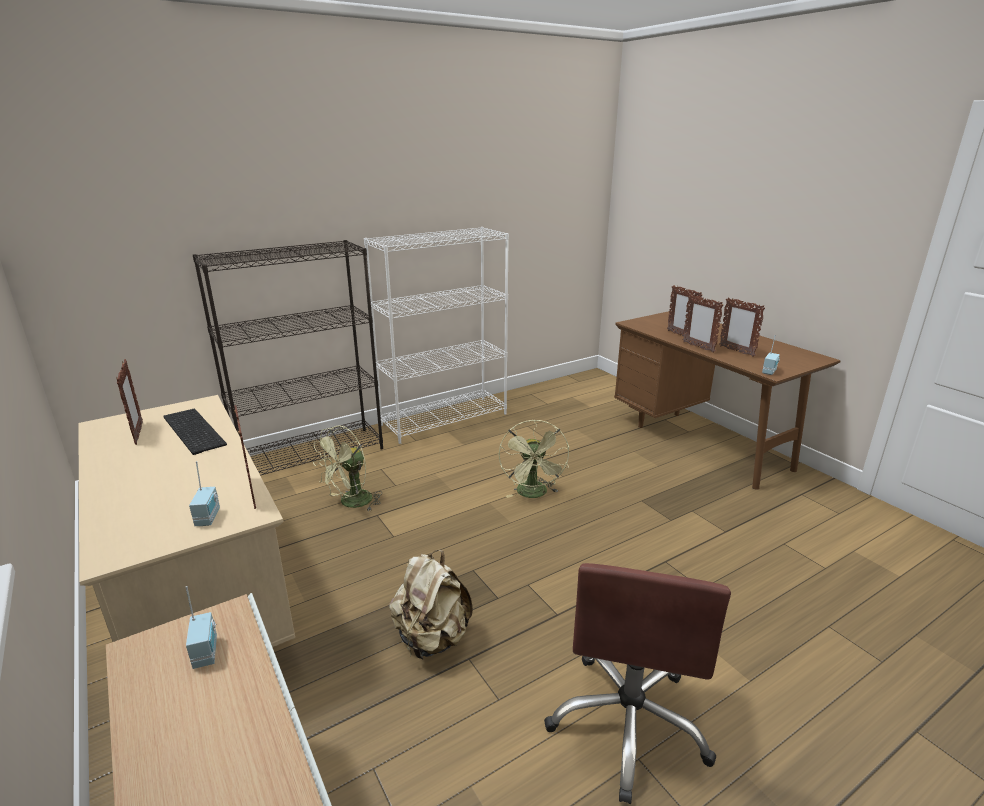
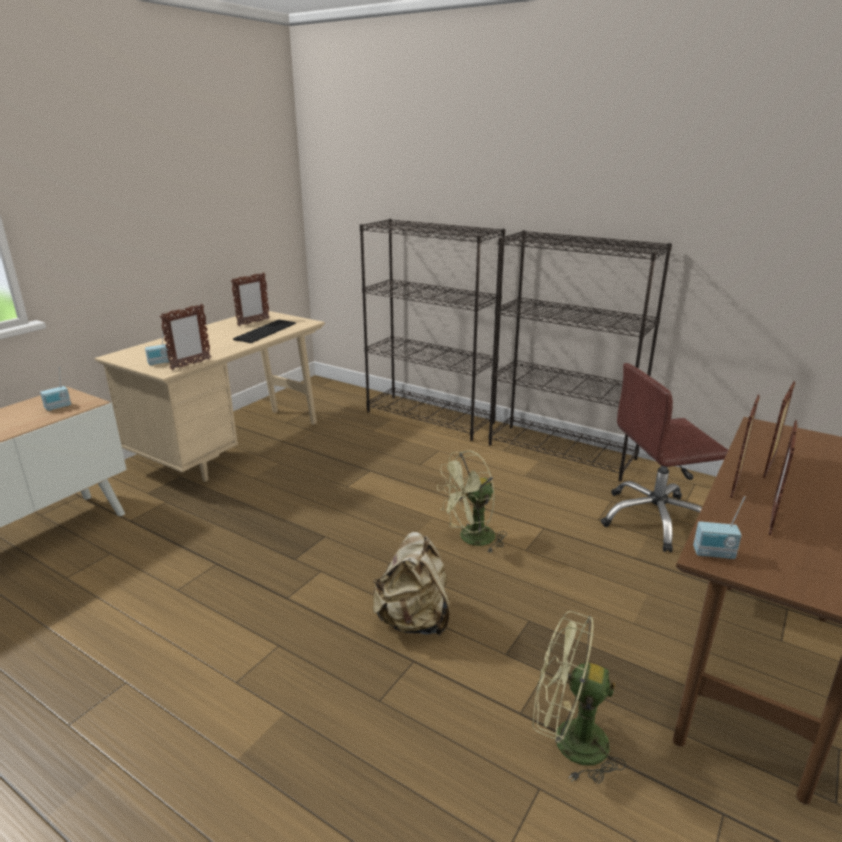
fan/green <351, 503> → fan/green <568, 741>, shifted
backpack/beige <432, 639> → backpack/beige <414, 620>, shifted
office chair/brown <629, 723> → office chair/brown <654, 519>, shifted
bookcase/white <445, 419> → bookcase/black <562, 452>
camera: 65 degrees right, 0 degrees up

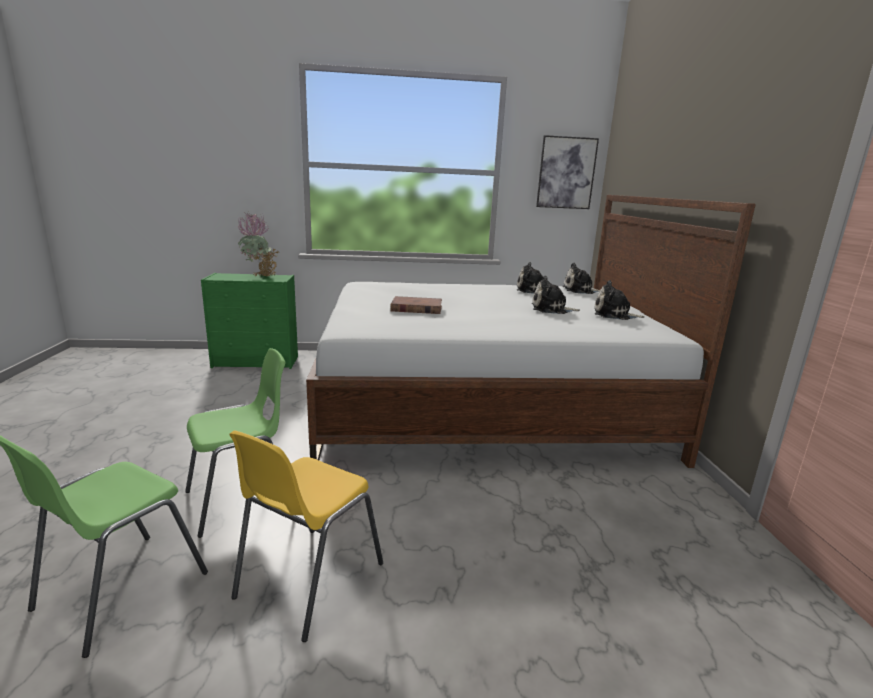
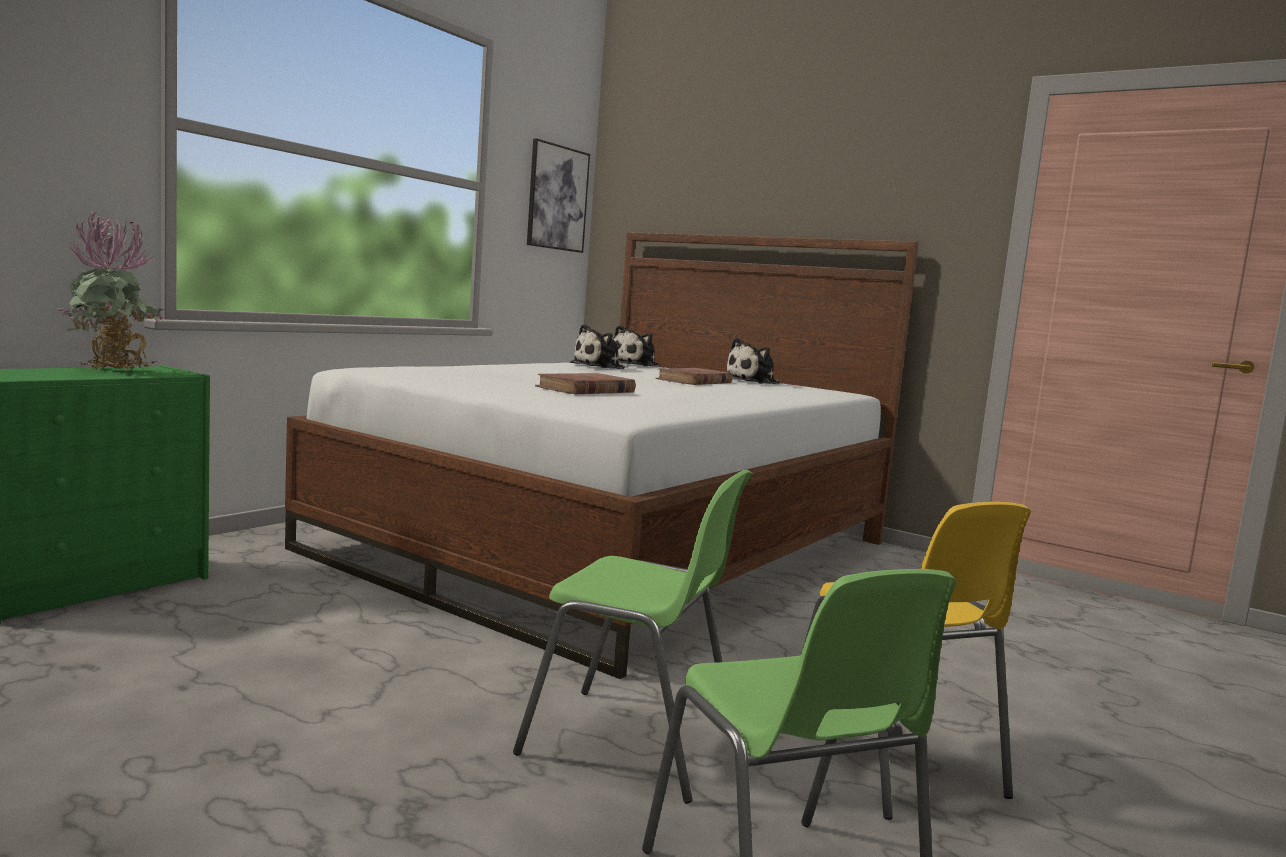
plush toy <551, 309> → book/brown <694, 381>
chair/green <243, 499> → chair/green <631, 744>, 105 degrees clockwise
camera: 50 degrees left, 10 degrees down

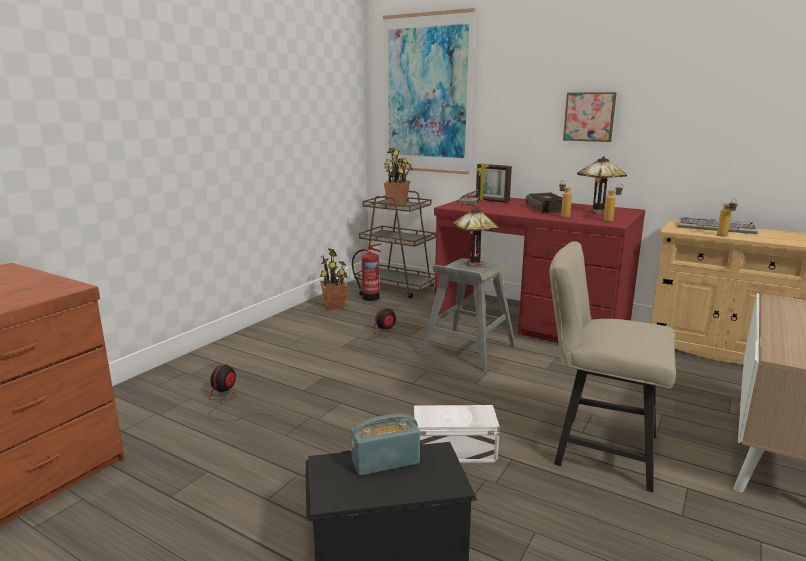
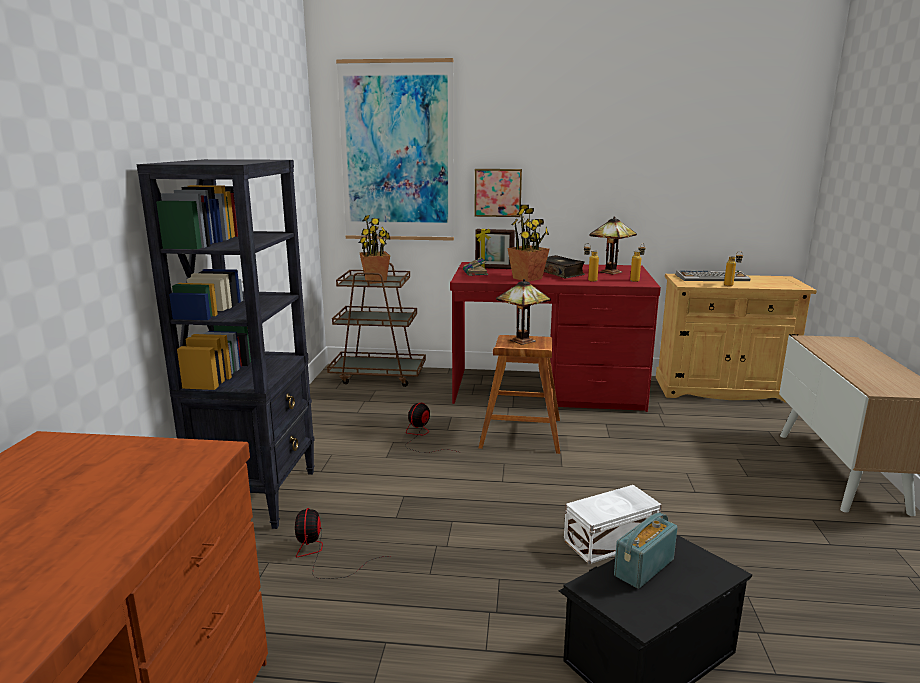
fire extinguisher <369, 297> → -
chair/beige <596, 449> → -
- → bookcase/black <258, 495>
potted plant <335, 306> → potted plant <527, 278>, shifted
picture <589, 116> → picture <498, 192>, shifted
stool/grey <467, 350> → stool/brown <520, 433>
camera: 25 degrees left, 0 degrees up

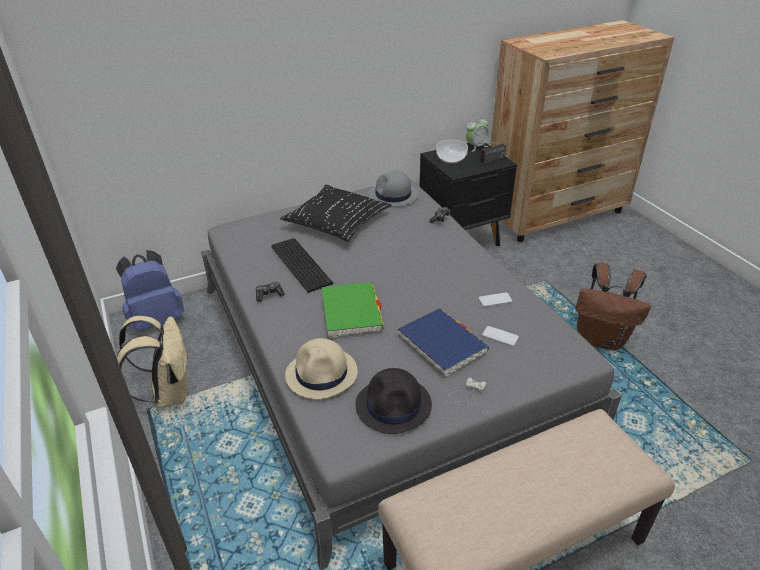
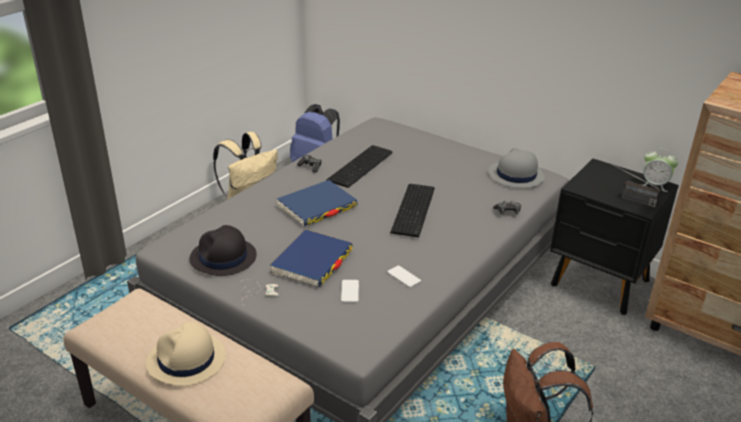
pillow/black <337, 221> → -
bowl <450, 158> → -
- → keyboard <415, 209>
hat/beige <322, 374> → hat/beige <186, 360>, shifted
book/green <351, 312> → book/blue <317, 206>
camera: 60 degrees right, 5 degrees down

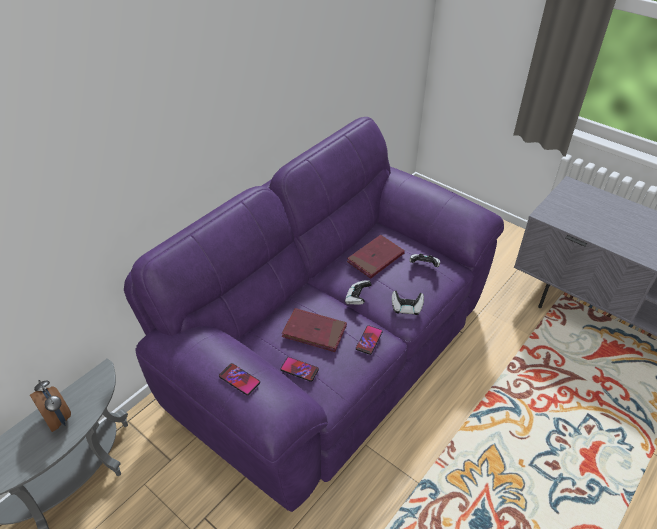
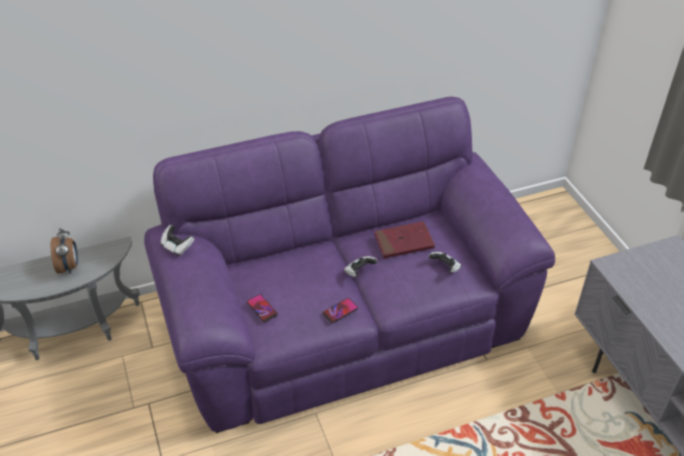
phone <239, 379> → -
book/red <314, 332> → -
game controller <406, 308> → game controller <177, 246>, shifted
camera: 30 degrees right, 0 degrees up

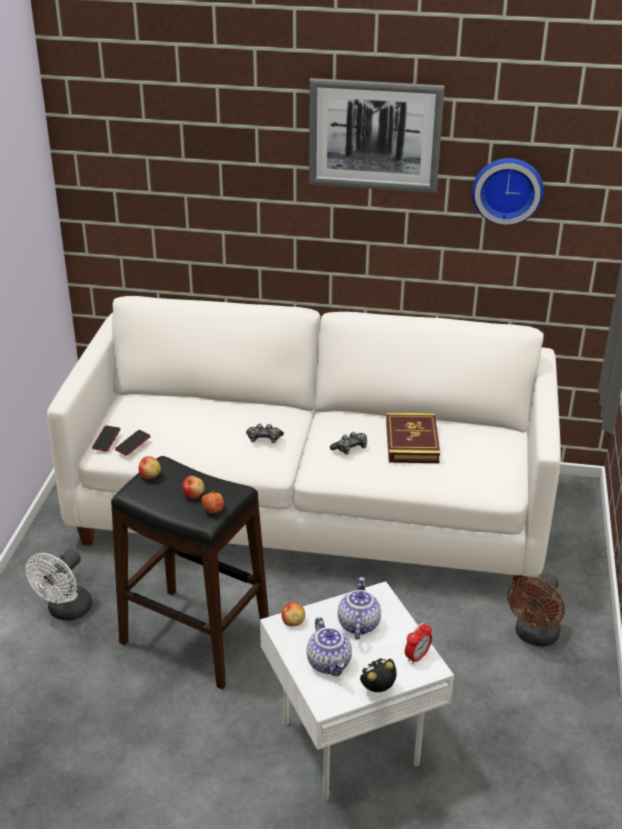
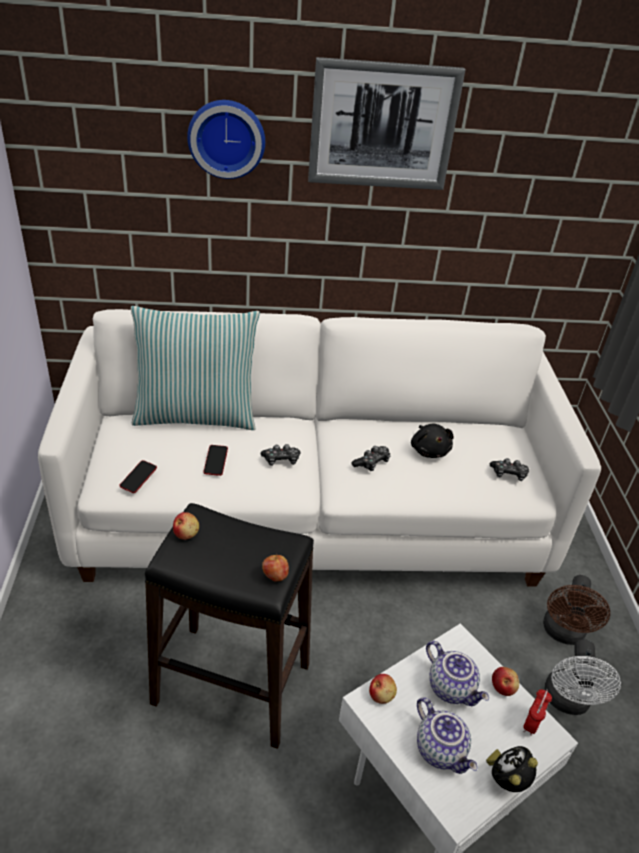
- → pillow <196, 415>
- → game controller <508, 474>
fan/white <66, 611> → fan/white <567, 702>, shifted
phone <106, 440> → phone <216, 462>, shifted
apple <193, 494> → apple <503, 687>, shifted
wall clock <507, 189> → wall clock <226, 138>, shifted
book <412, 442> → plush toy/black <429, 450>
teapot <357, 624> → teapot <452, 687>, 150 degrees clockwise
camera: 15 degrees left, 5 degrees up

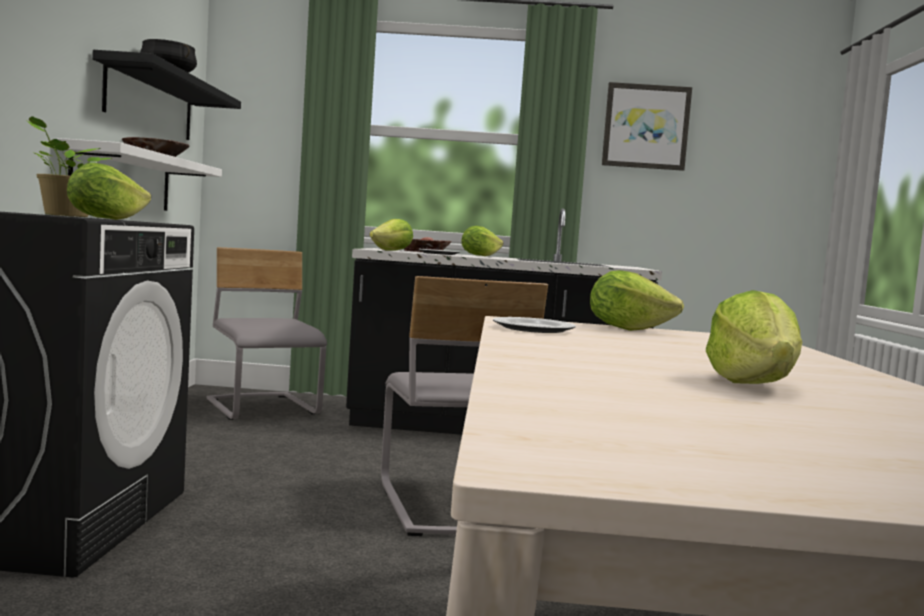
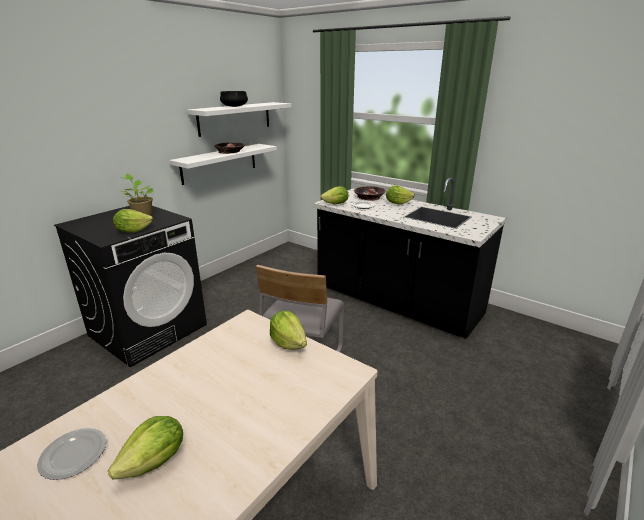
chair/grey <263, 408> → -
picture <646, 127> → -
plate <534, 329> → plate <73, 456>, shifted
shelf/black <150, 102> → shelf/white <235, 118>
camera: 35 degrees right, 20 degrees up

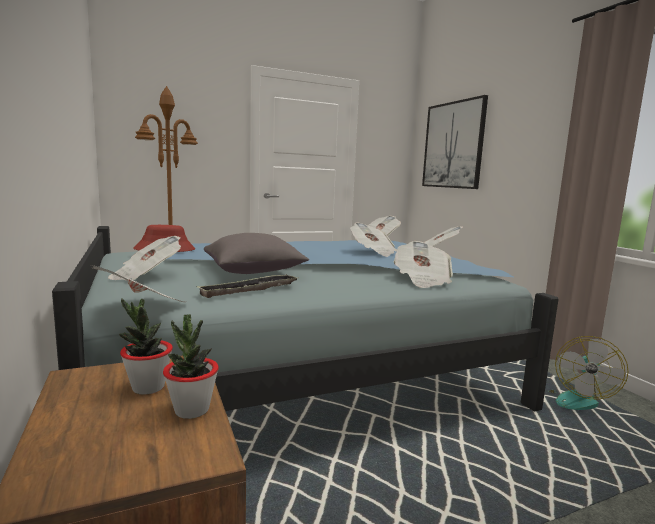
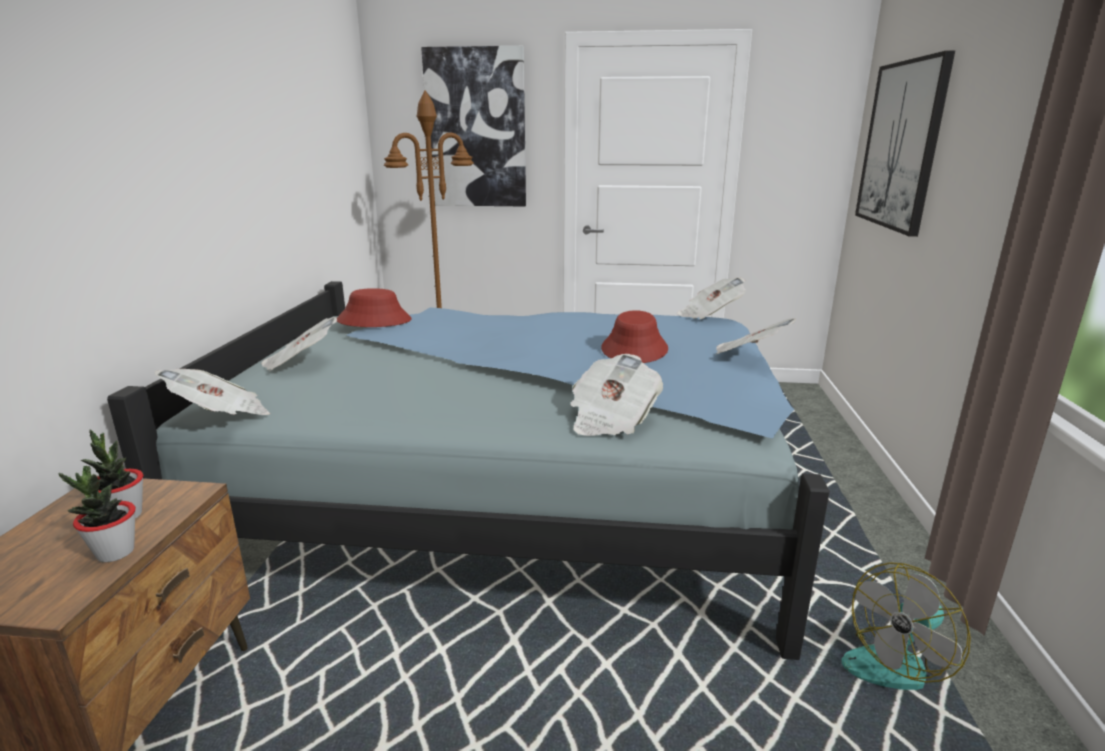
tray <249, 290> → -
pillow/grey <253, 272> → -
- → picture <476, 129>
newspaper <373, 252> → hat/red <634, 349>
camera: 30 degrees right, 10 degrees up

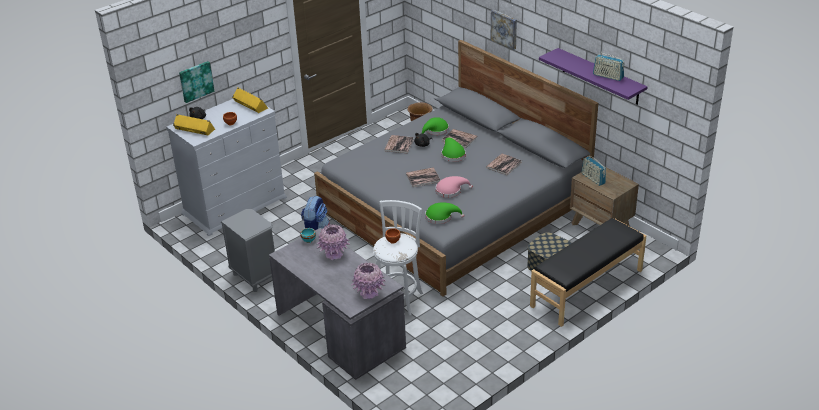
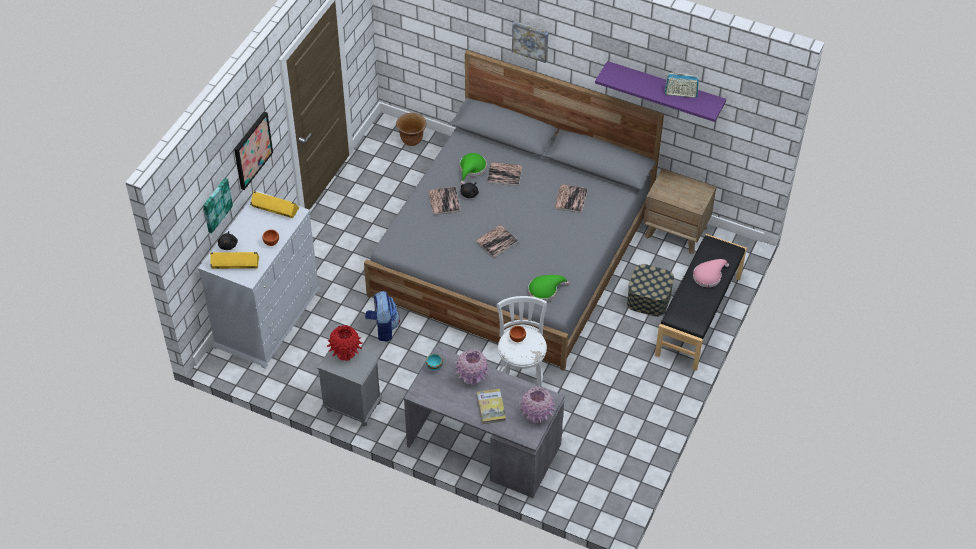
hat/green <452, 154> → -
radio <593, 179> → -
- → picture <252, 150>
- → vase/red <345, 353>
- → book <491, 407>
hat/pink <450, 190> → hat/pink <709, 276>, shifted
camera: 25 degrees left, 15 degrees up

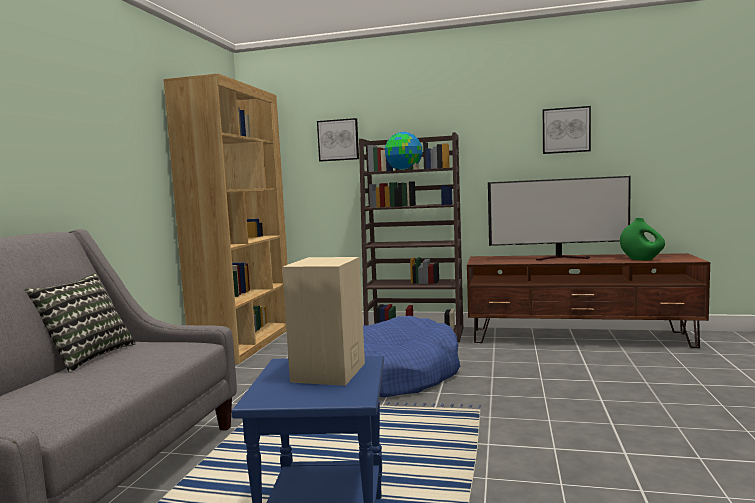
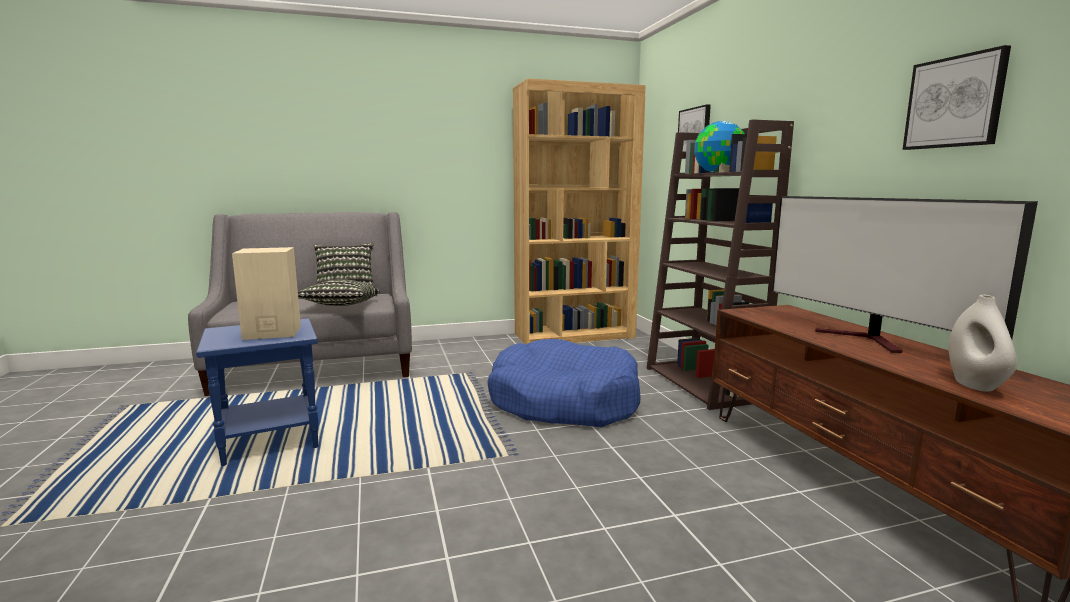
- → pillow <340, 306>
vase/green <641, 259> → vase/white <975, 385>
camera: 60 degrees right, 5 degrees up

